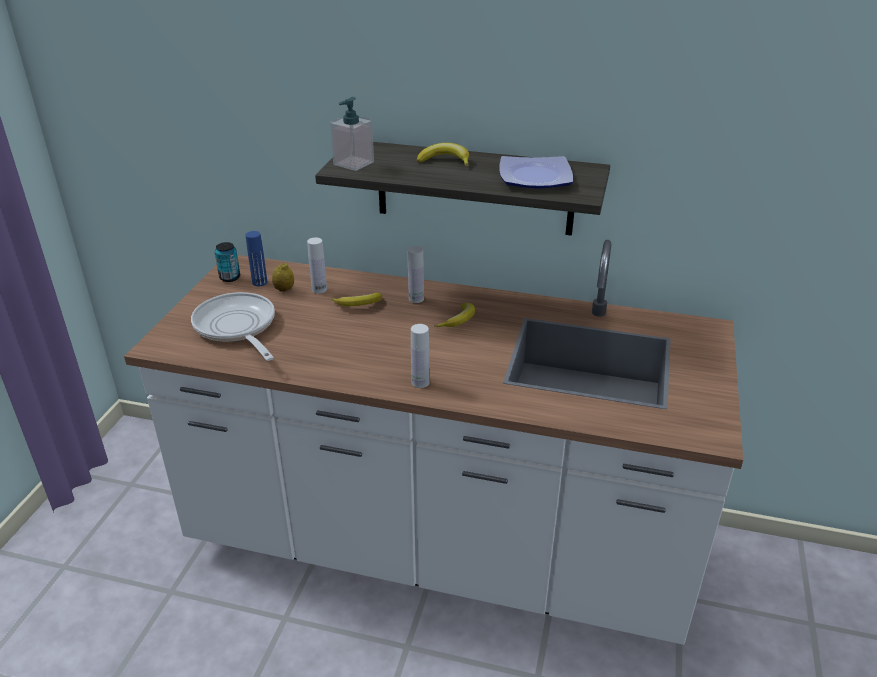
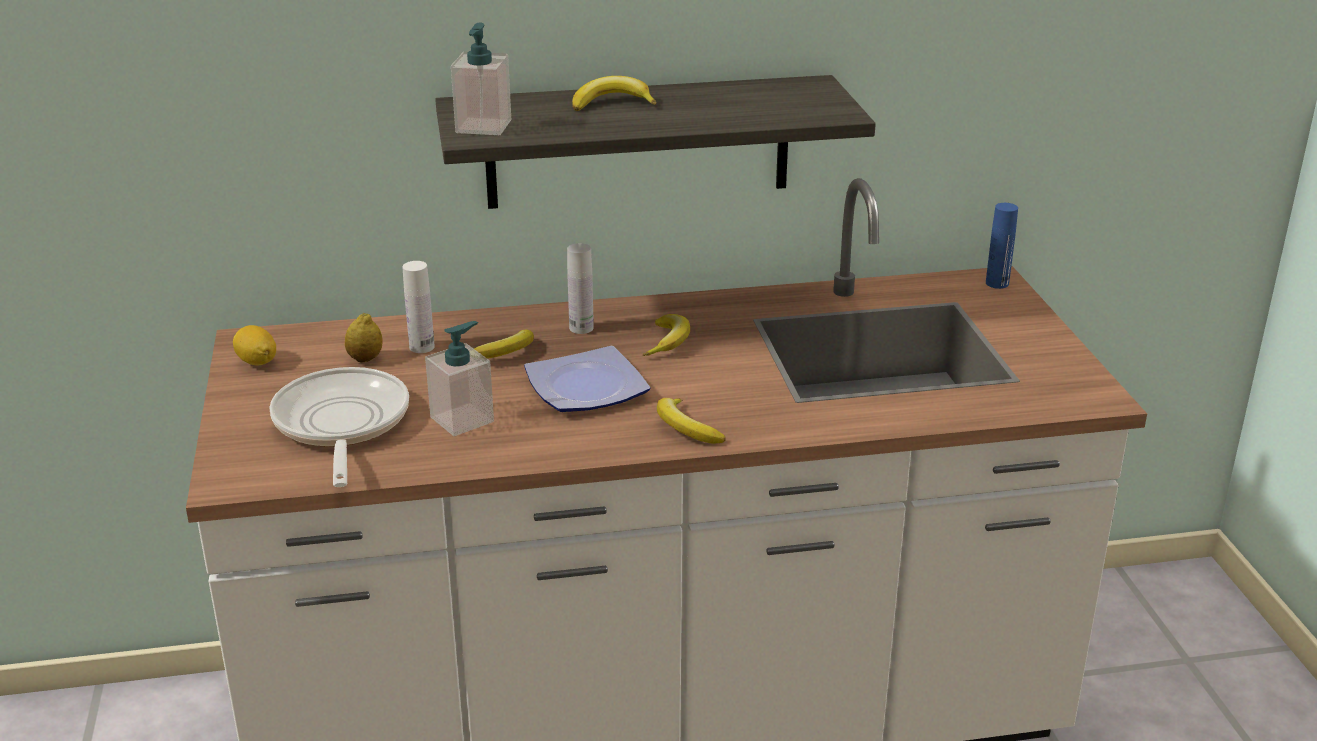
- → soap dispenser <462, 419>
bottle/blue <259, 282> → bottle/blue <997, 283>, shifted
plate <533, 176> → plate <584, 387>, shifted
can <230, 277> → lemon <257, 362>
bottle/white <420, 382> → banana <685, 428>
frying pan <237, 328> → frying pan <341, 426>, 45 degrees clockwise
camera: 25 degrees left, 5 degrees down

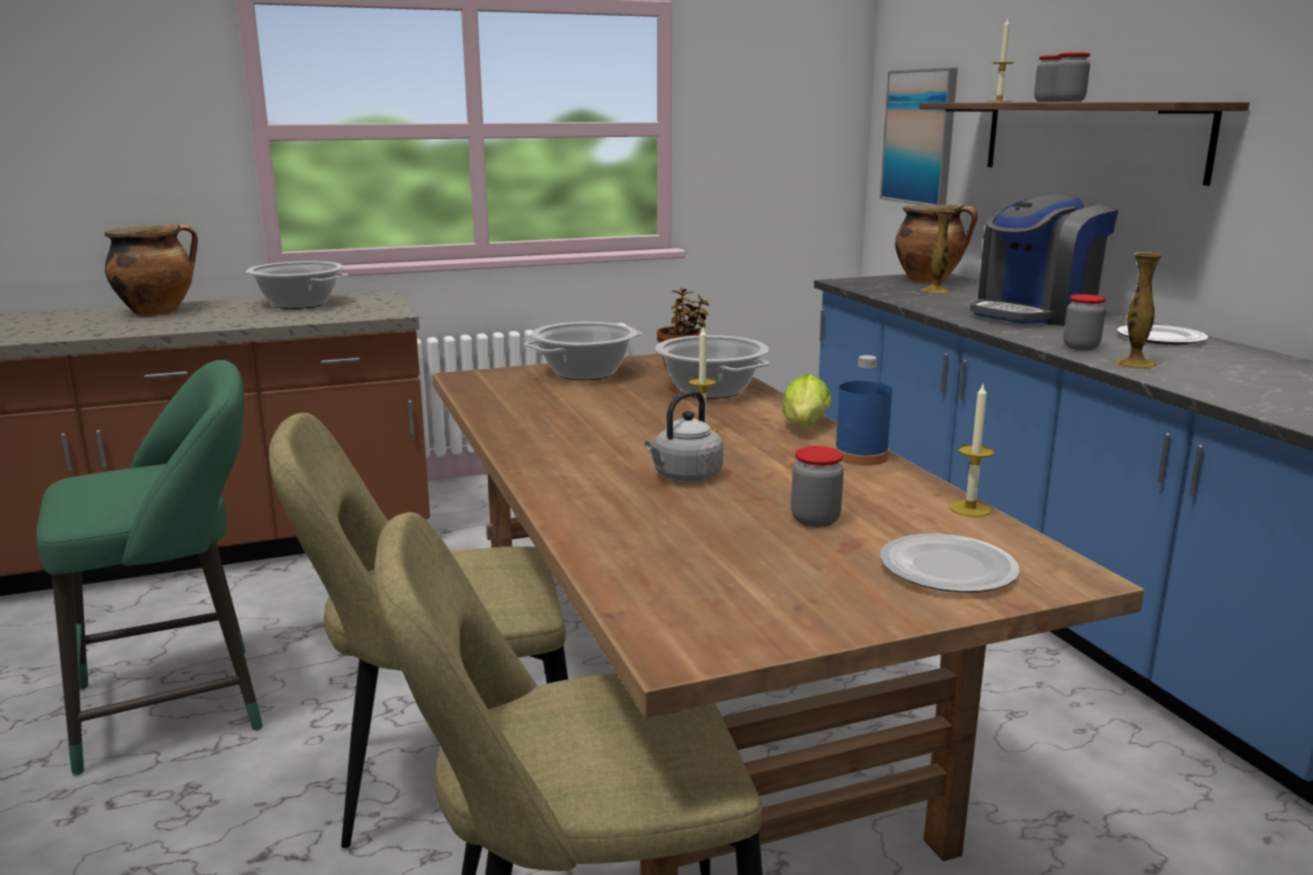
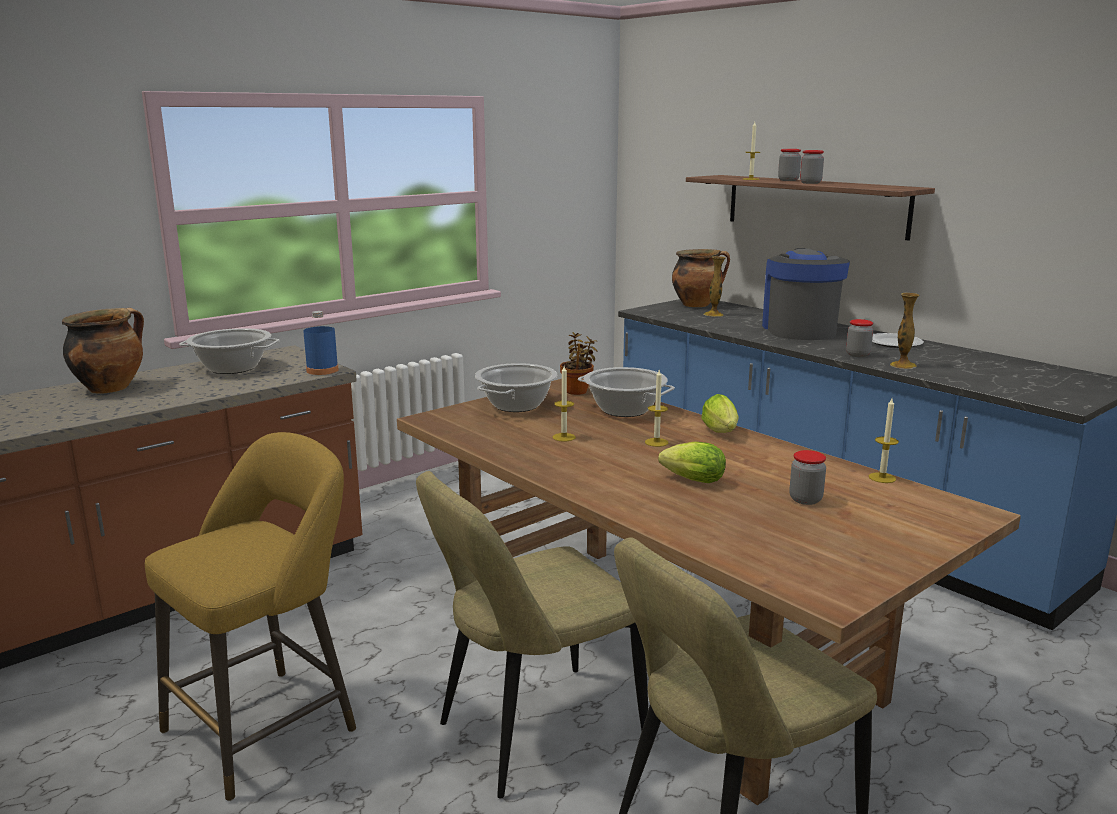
picture <919, 137> → -
plate <948, 569> → -
- → candle <564, 437>
bottle/blue <861, 456> → bottle/blue <322, 370>, shifted
kettle/grey <684, 476> → lettuce <690, 480>
stool/green <182, 704> → stool/yellow <269, 725>
coffee machine <1035, 314> → coffee machine <799, 330>, 150 degrees clockwise
camera: 20 degrees left, 0 degrees up

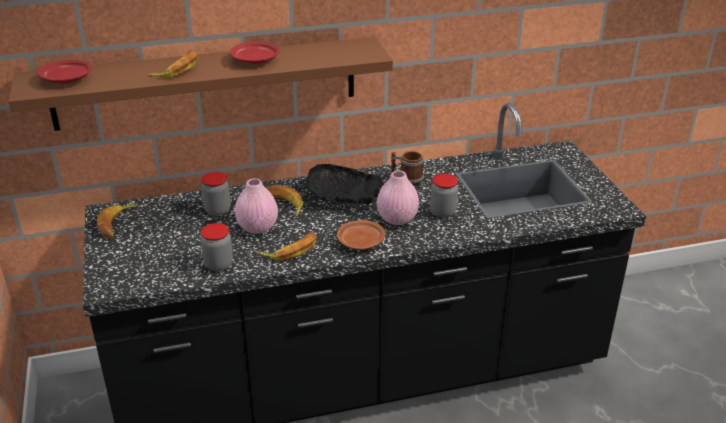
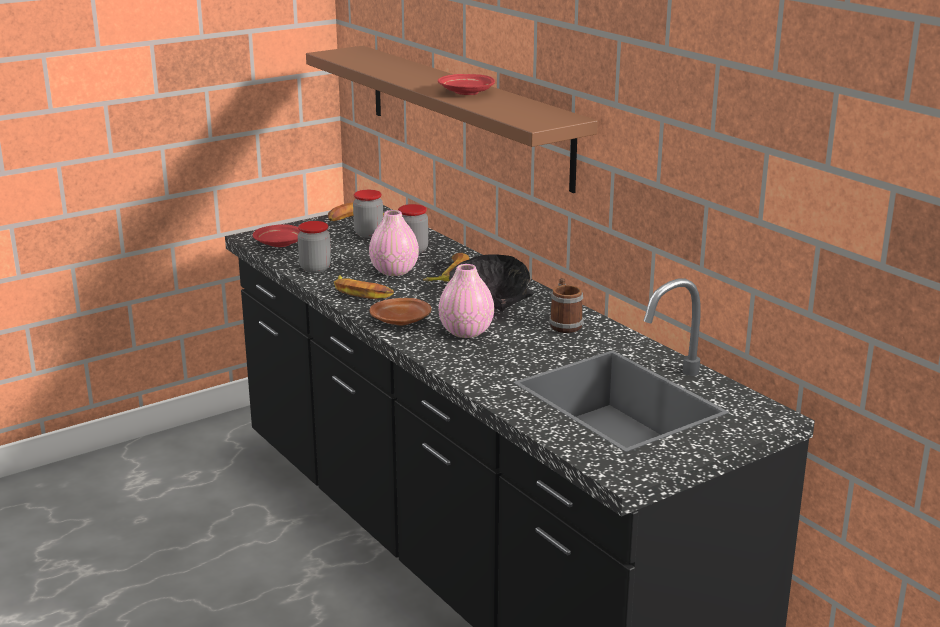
banana <177, 69> → -
plate/red <67, 80> → plate/red <279, 244>, shifted
jar <443, 212> → jar <369, 234>, shifted
camera: 70 degrees right, 10 degrees down

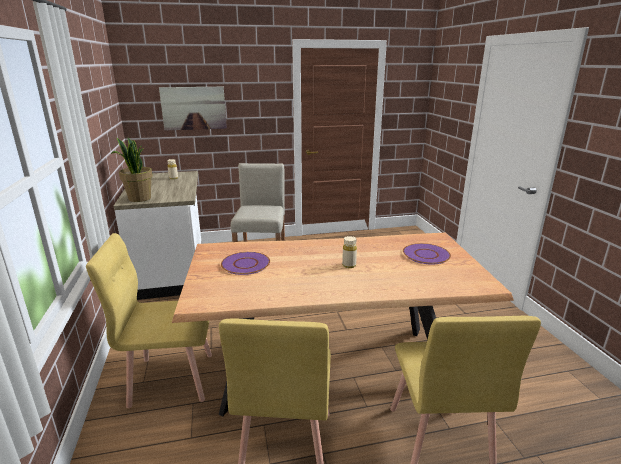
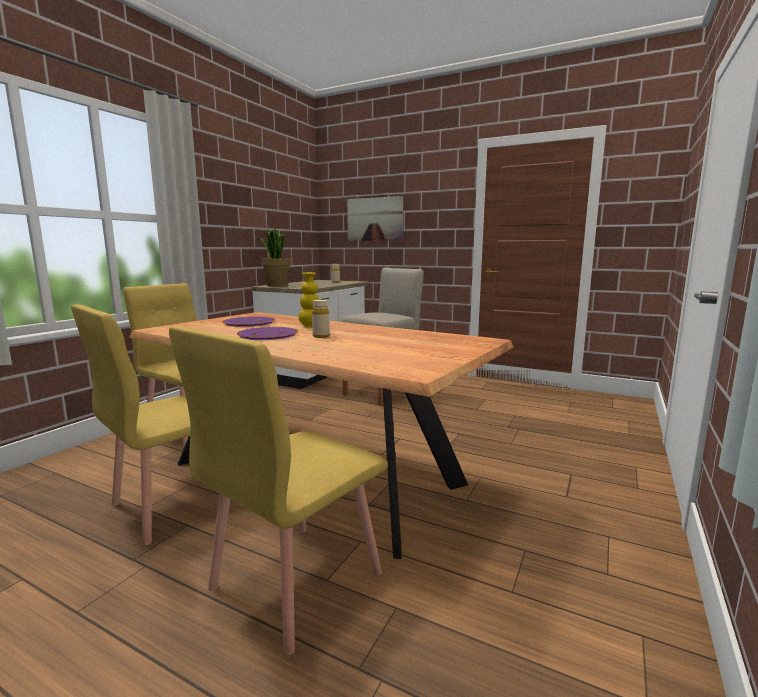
- → vase/yellow <310, 326>
plate/purple <426, 255> → plate/purple <267, 335>, shifted
camera: 40 degrees right, 10 degrees down

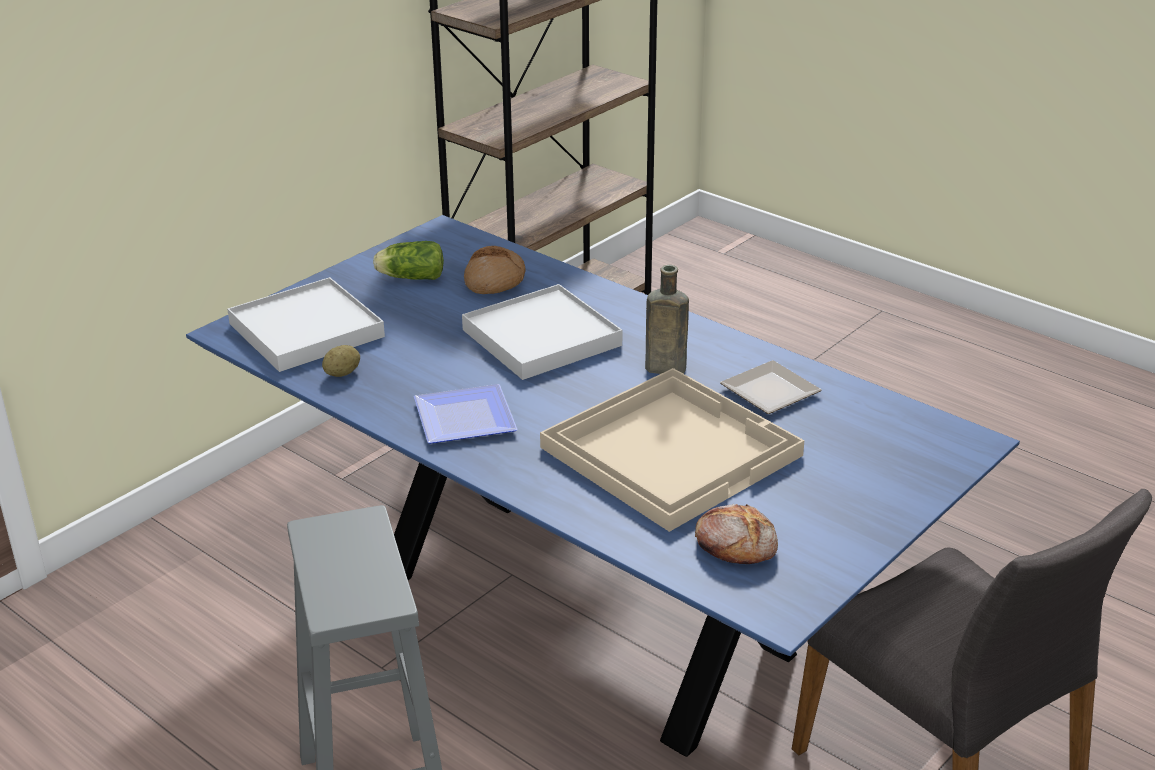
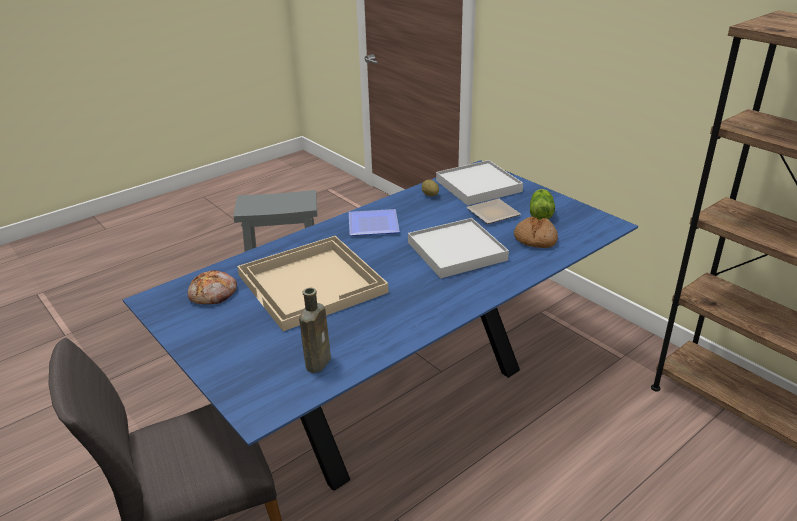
bottle/brown <662, 368> → bottle/brown <319, 361>, shifted
plate <770, 390> → plate <495, 214>, shifted
camera: 100 degrees right, 0 degrees up

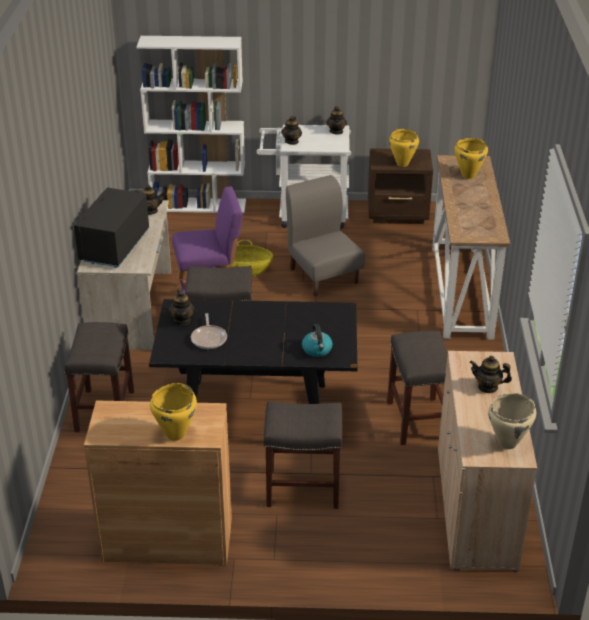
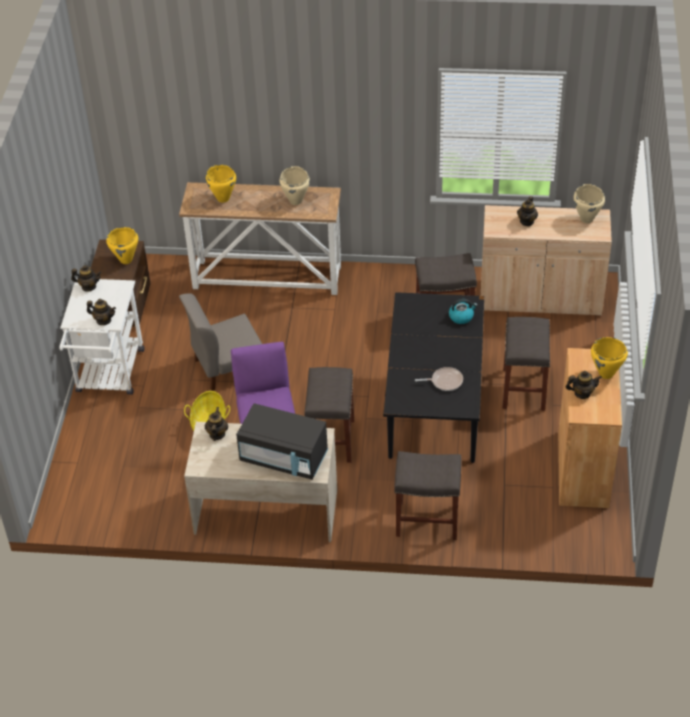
bookcase/white <199, 205> → -
- → cooking pot/beige <296, 201>
teapot <182, 320> → teapot <582, 393>, shifted
camera: 85 degrees left, 10 degrees up

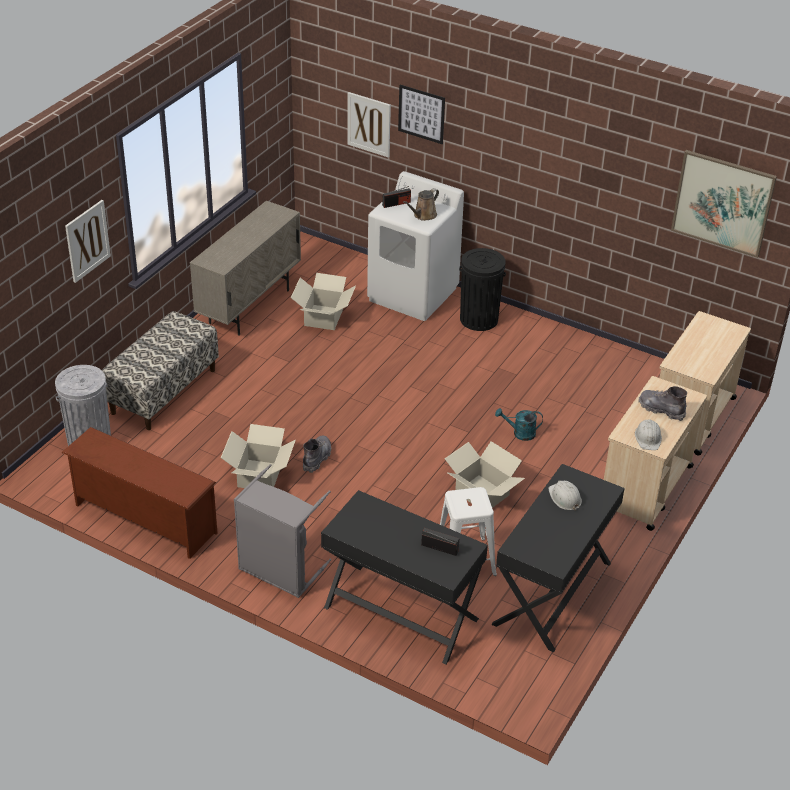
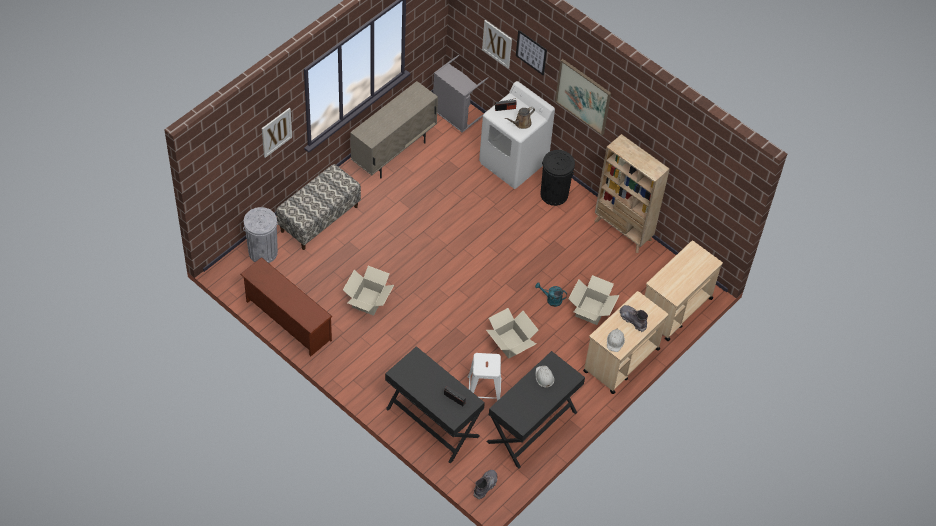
- → bookcase/beige <623, 231>
laundry basket/grey <279, 571> → laundry basket/grey <455, 115>, shifted
cardboard box <324, 317> → cardboard box <591, 310>, shifted
boot/grey <317, 458> → boot/grey <485, 486>, shifted
picture <723, 203> → picture <583, 96>, shifted
camera: 10 degrees right, 15 degrees up

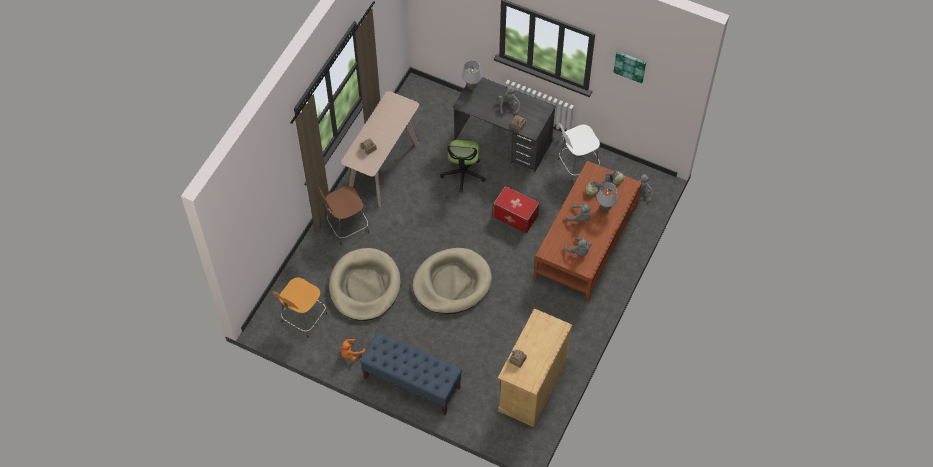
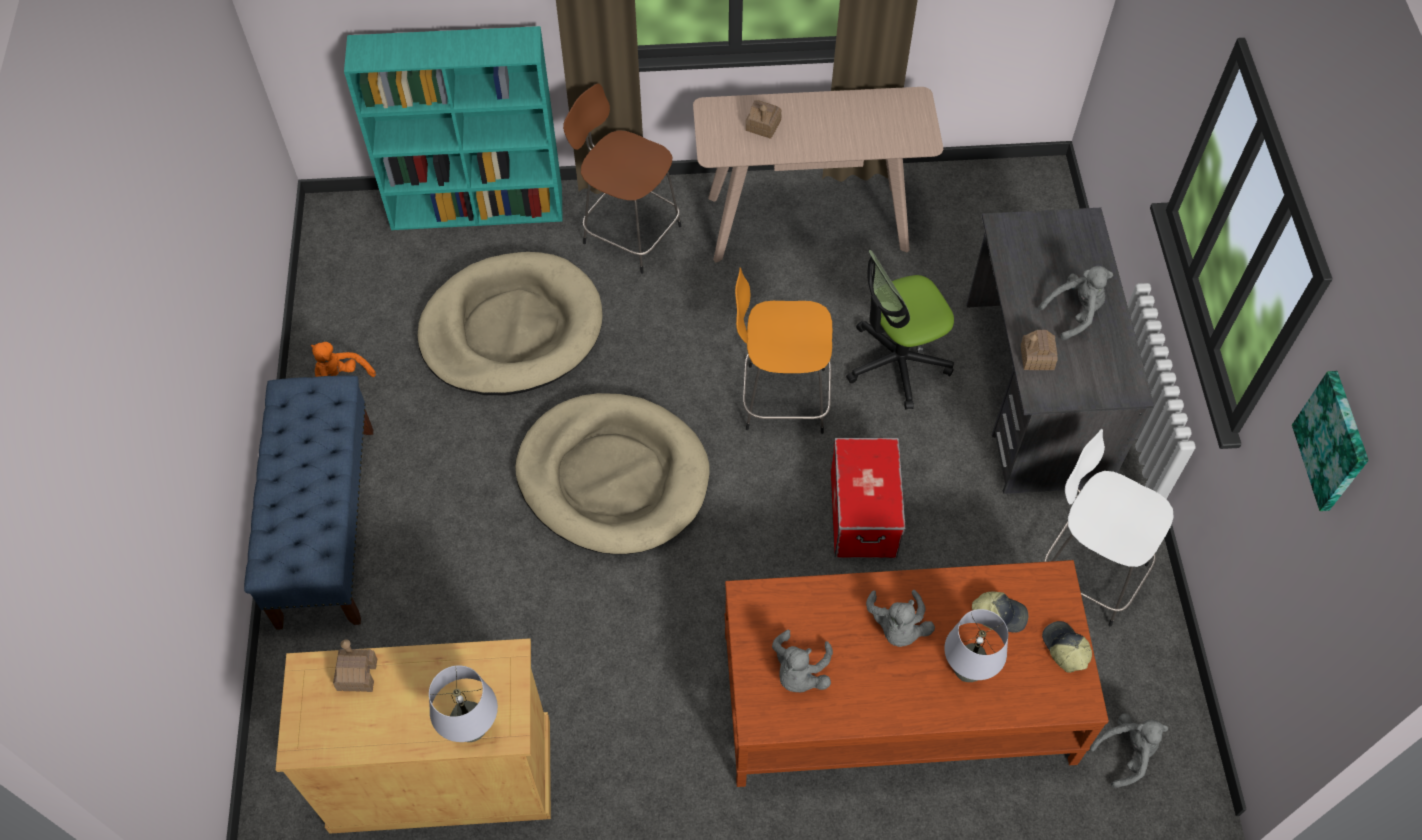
- → bookcase/turquoise <479, 208>
stool/orange <303, 319> → stool/orange <781, 398>, shifted
table lamp/grey <471, 87> → table lamp/grey <472, 730>, shifted
camera: 60 degrees right, 0 degrees up

